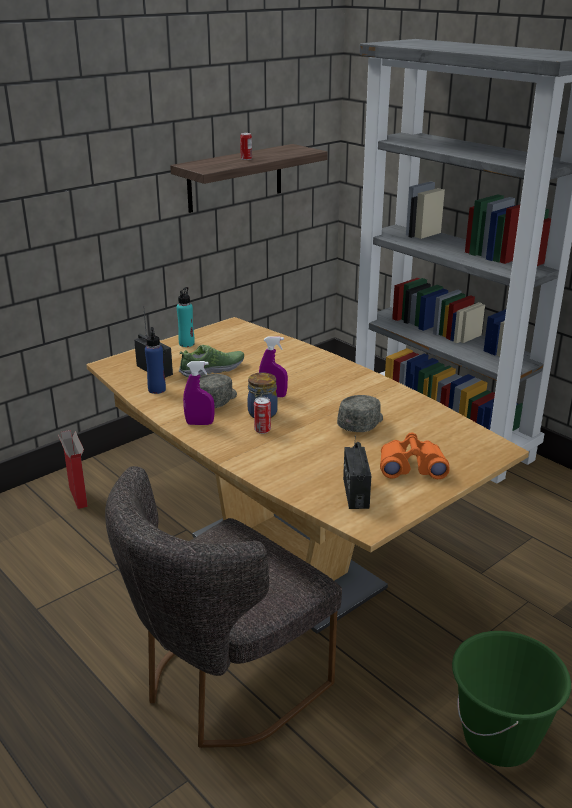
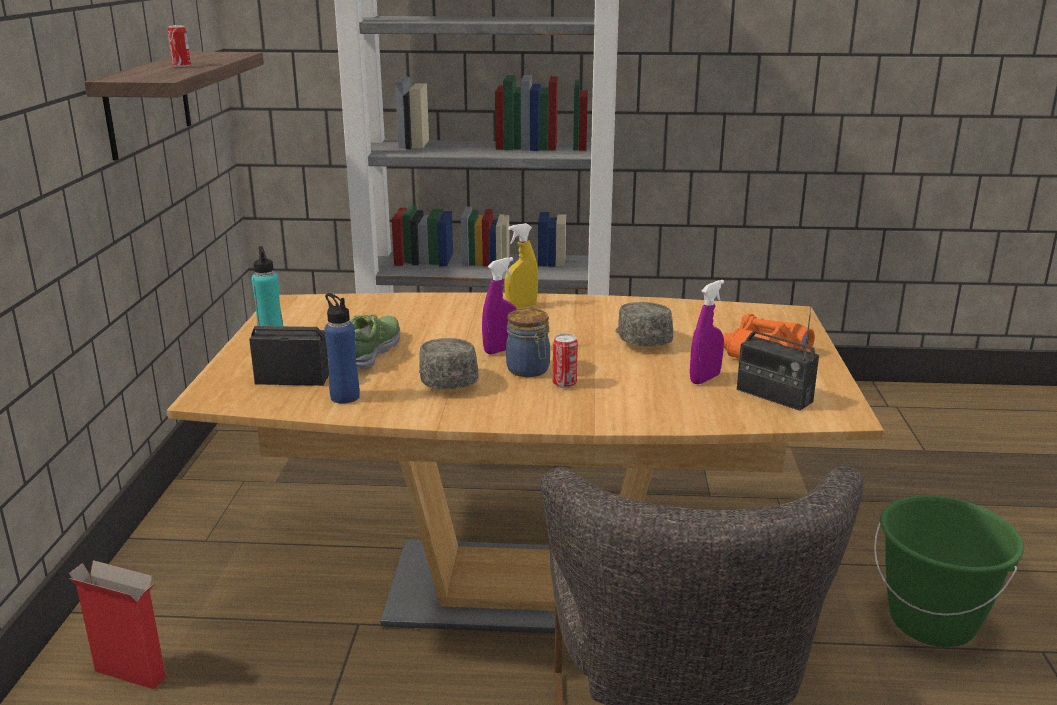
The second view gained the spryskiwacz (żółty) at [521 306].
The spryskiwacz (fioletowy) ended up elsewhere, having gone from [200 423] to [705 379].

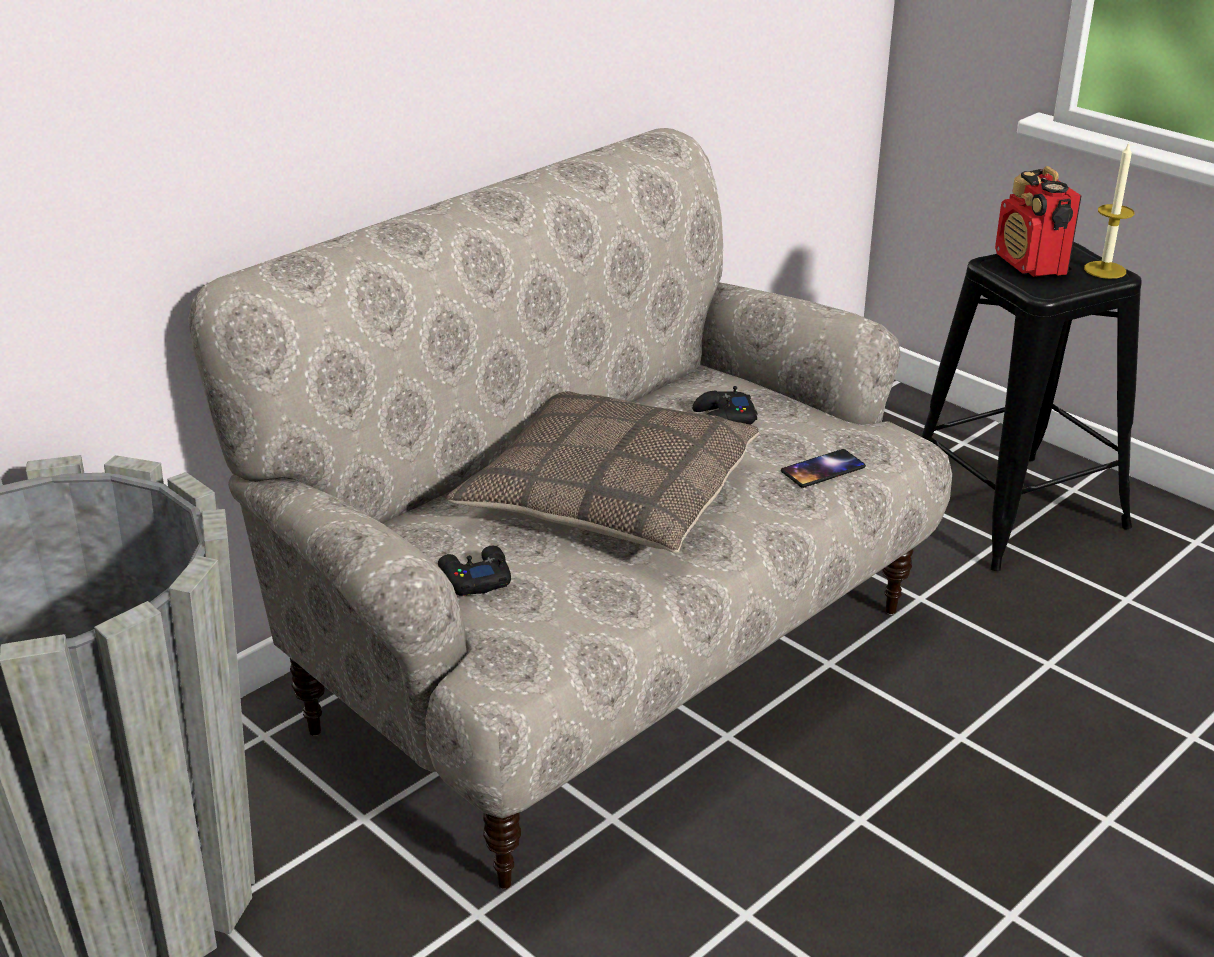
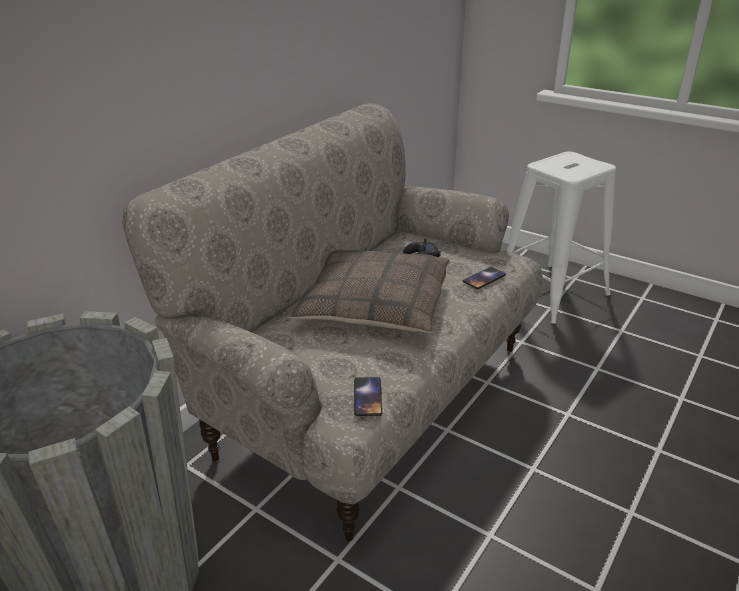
The second view lost the pad do gier (czarny) at [474 578].
The second view lost the radio at [1031 264].
The second view lost the świeca at [1105 270].
The second view gained the telefon at [368 396].
What was the stołek (czarny) at [1015 511] turned into the stołek (biały) at [551 292].

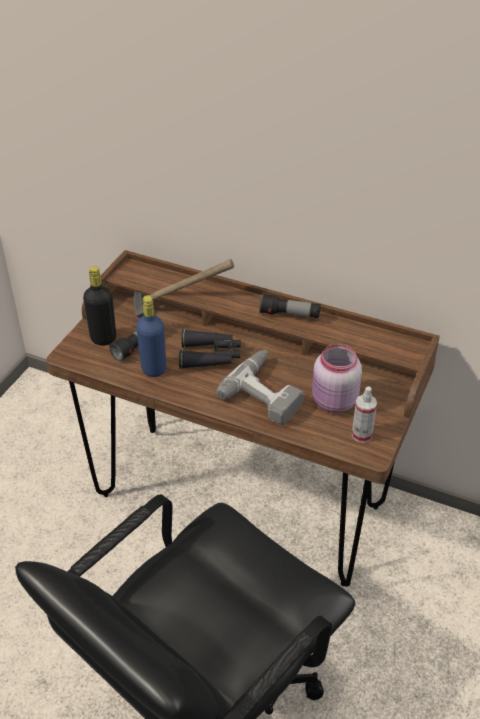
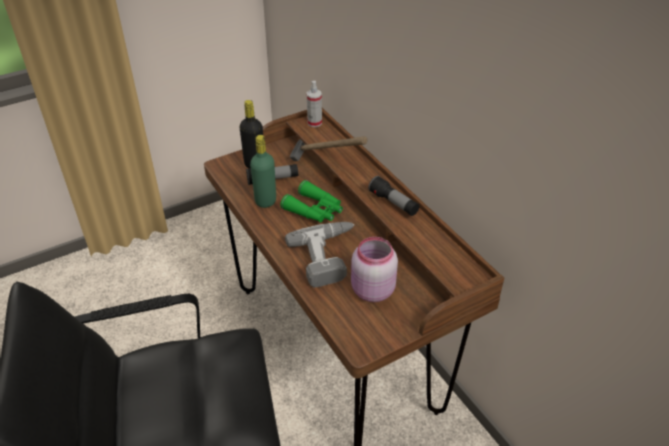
The spryskiwacz ended up elsewhere, having gone from [361 435] to [314 123].
What was the butelka (niebieski) at [153 369] turned into the butelka (zielony) at [265 201].
What was the lornetka (czarny) at [210 356] turned into the lornetka (zielony) at [315 210].

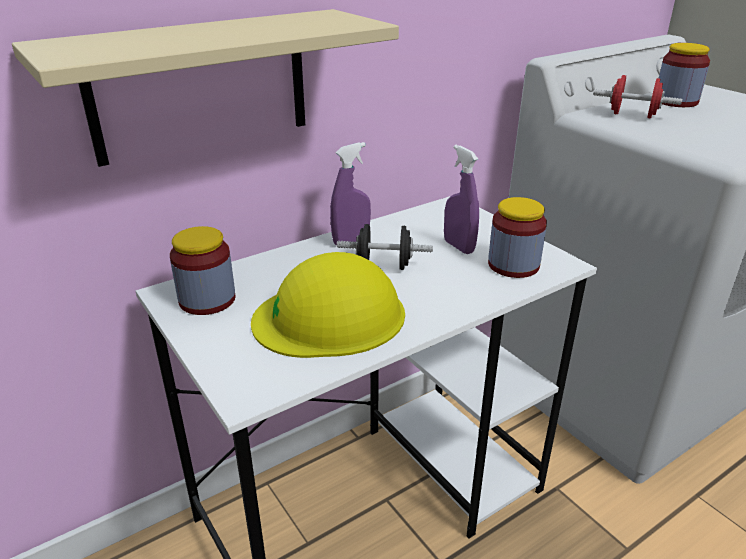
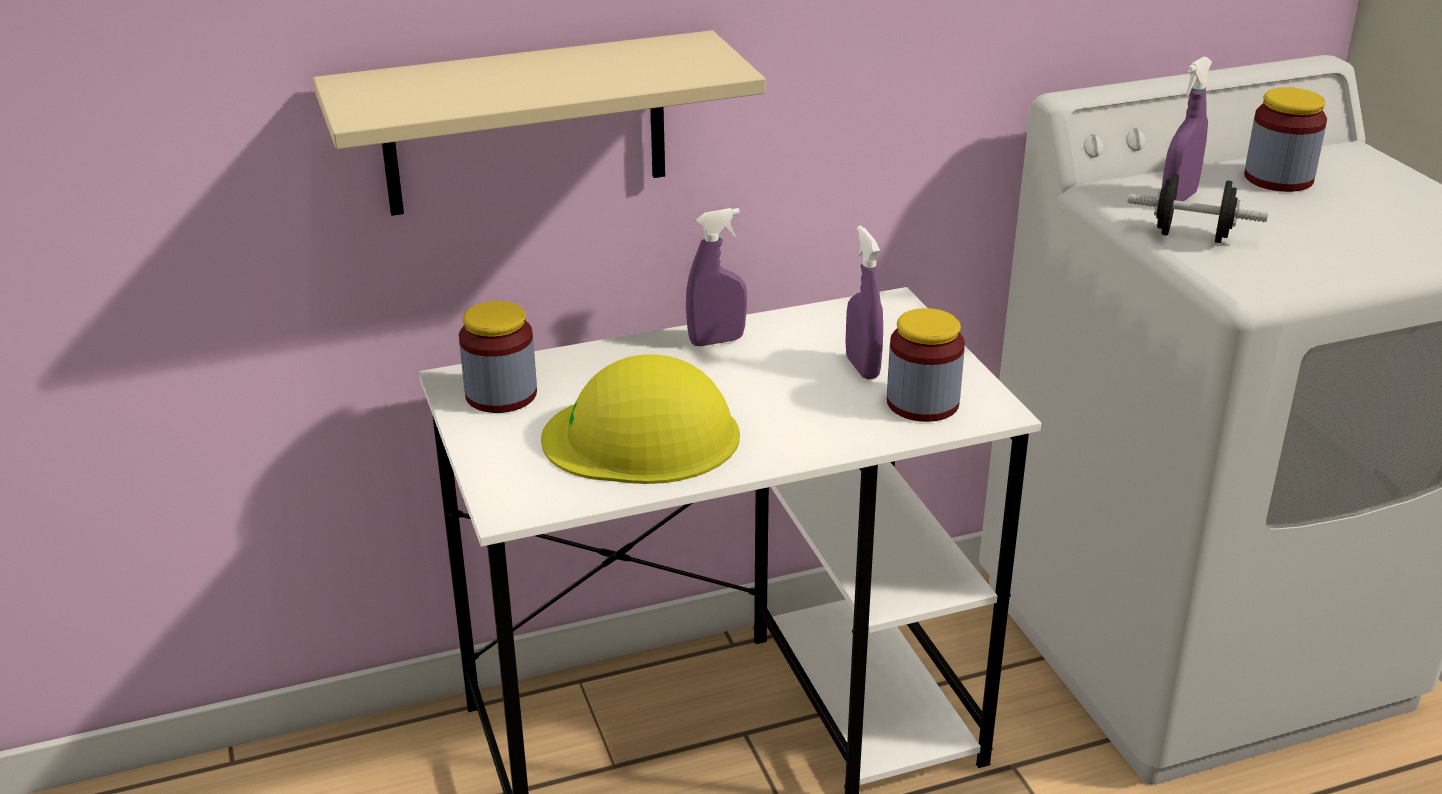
The hantel (czarny) ended up elsewhere, having gone from [384 266] to [1191 236].
Where the hantel (czerwony) stood at [632 115], the spryskiwacz (fioletowy) came to stand at [1178 199].

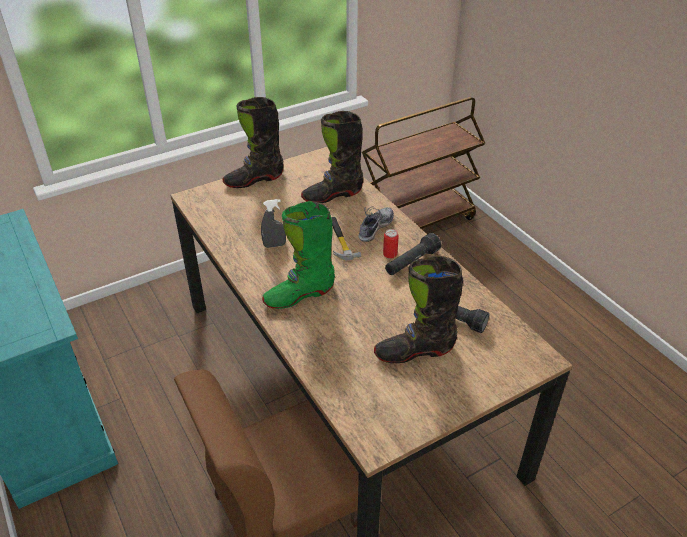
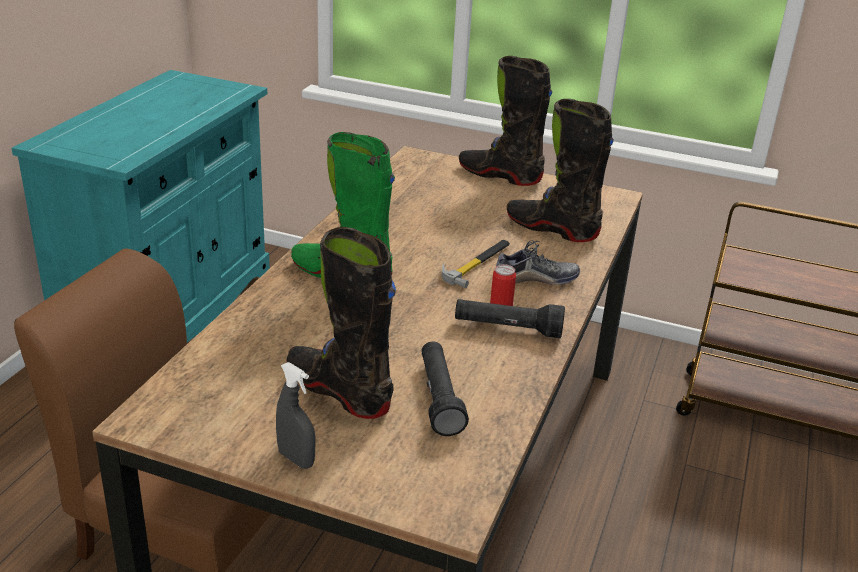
The spryskiwacz (szary) ended up elsewhere, having gone from [274 245] to [296 459].

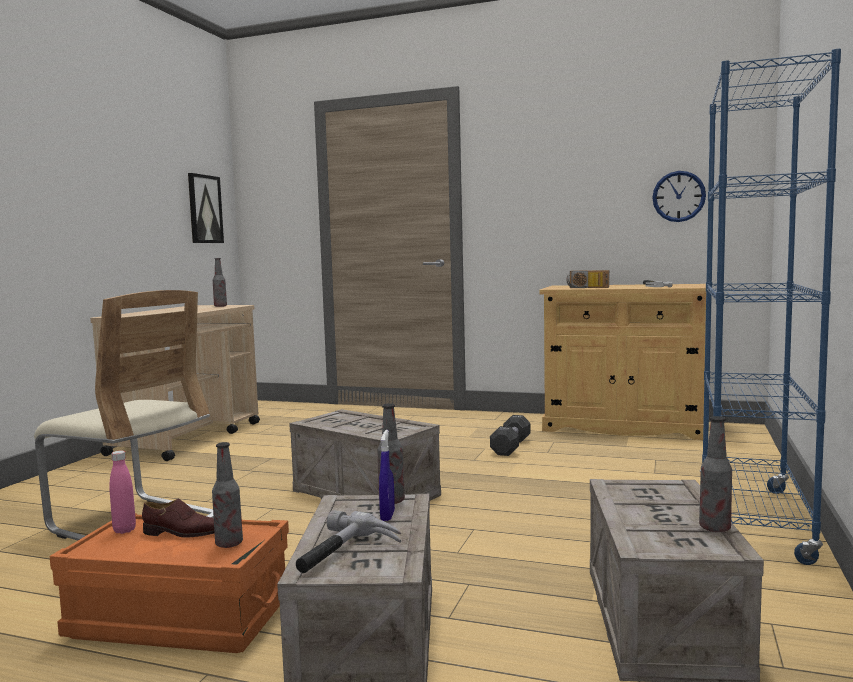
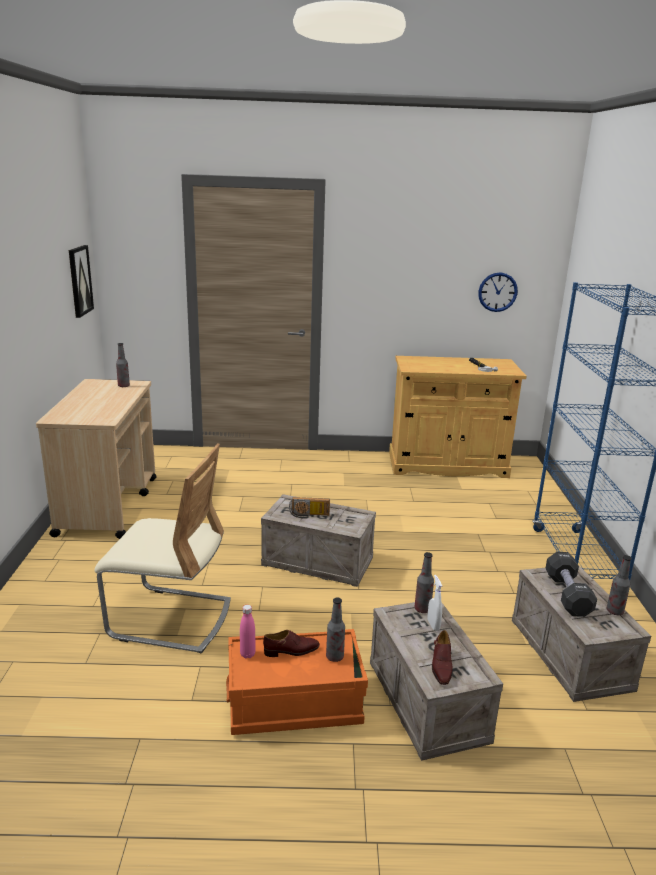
The hantel (czarny) ended up elsewhere, having gone from [511 447] to [567 595].
The radio ended up elsewhere, having gone from [587 288] to [309 515].
Where the młotek stood at [345 553], the but (brązowy) came to stand at [441 666].
What was the spryskiwacz (niebieski) at [387 516] turned into the spryskiwacz (biały) at [433 625].

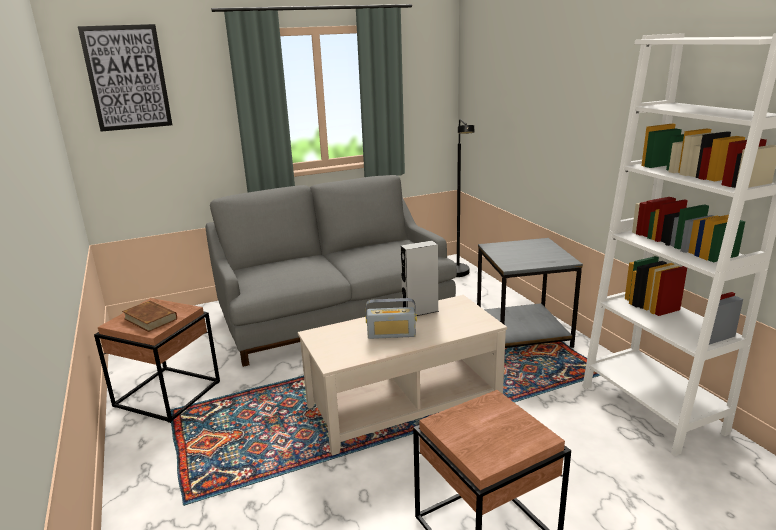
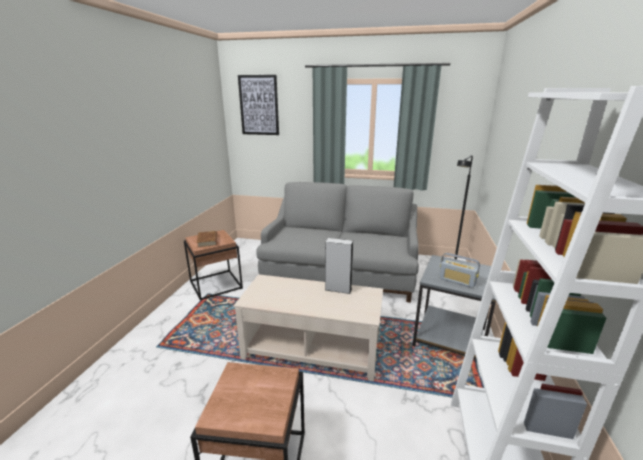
The radio ended up elsewhere, having gone from [391 334] to [457 281].

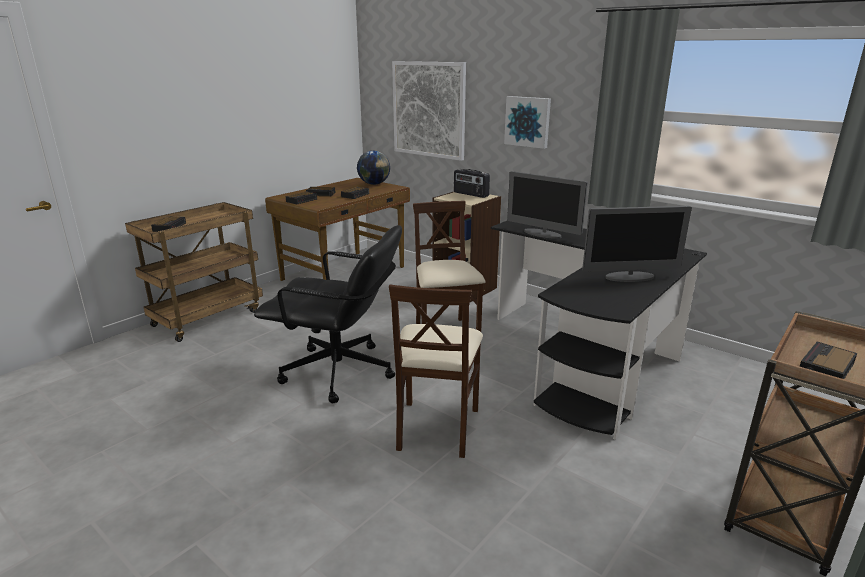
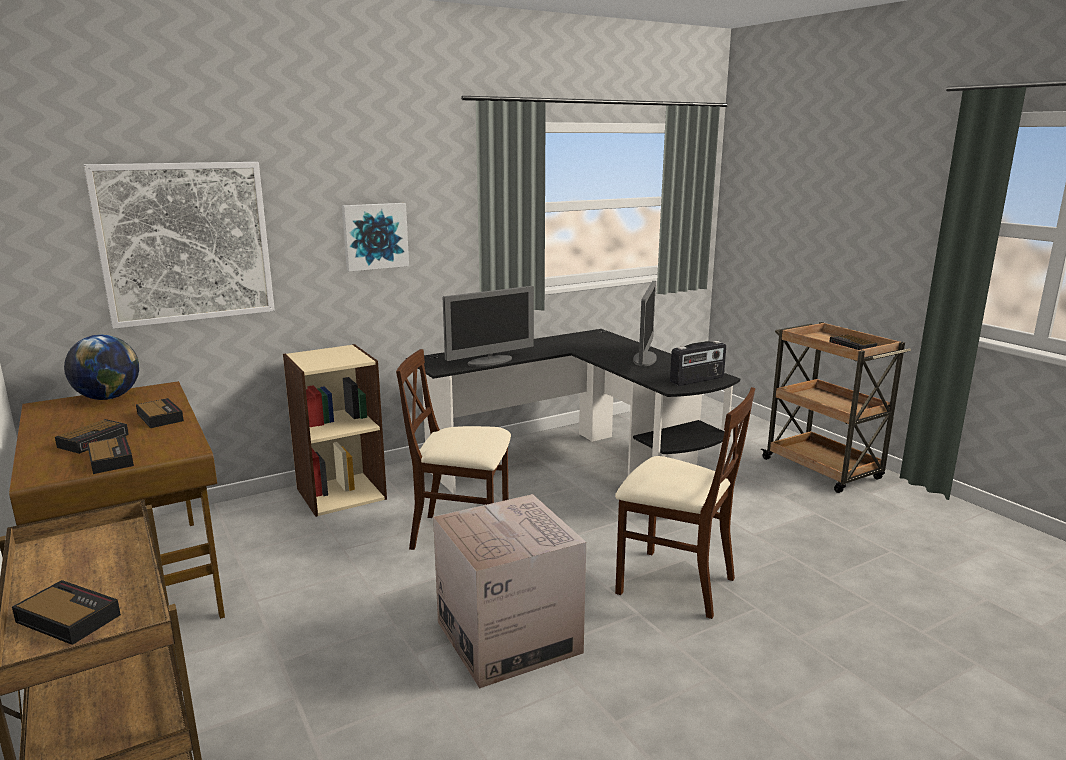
The radio ended up elsewhere, having gone from [470 194] to [697 380].
Where the krzesło biurowe (czarny) stood at [339 372], the karton came to stand at [508 637].

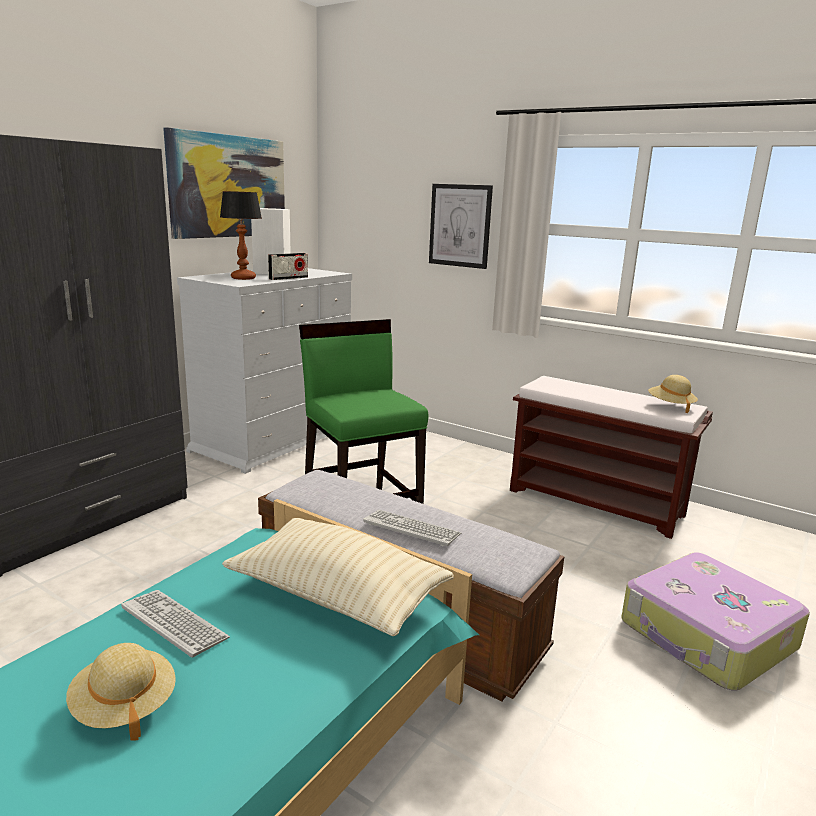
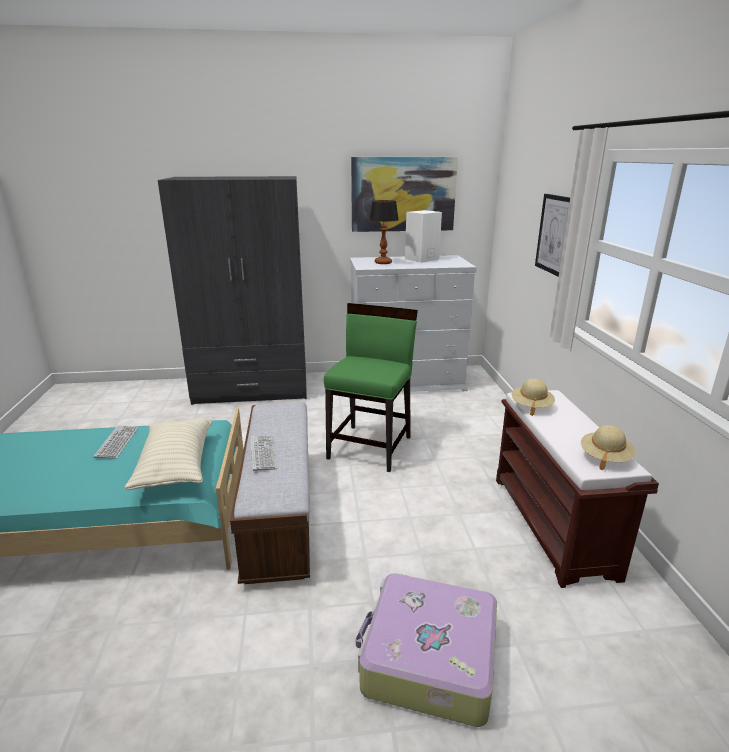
The second view lost the radio at [288 278].
The kapelusz (beżowy) ended up elsewhere, having gone from [124 706] to [531 406].

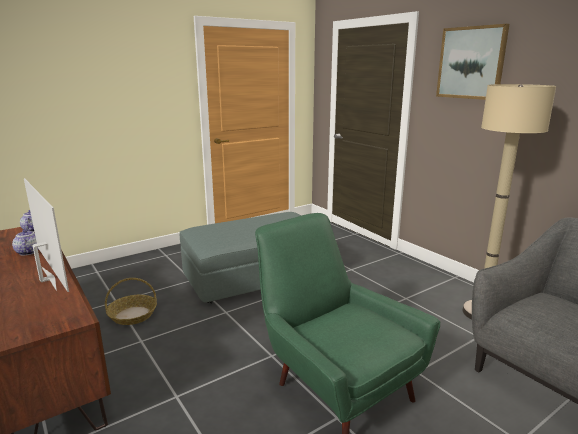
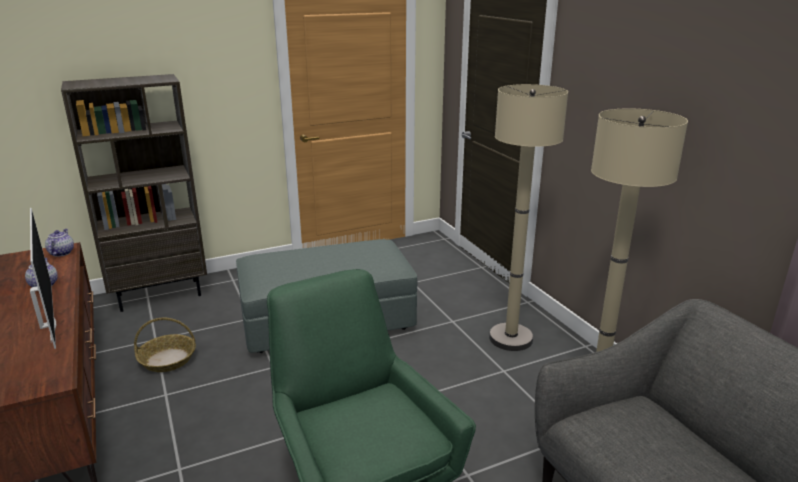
The second view lost the obraz at [471 63].
The second view gained the regał (brązowy) at [160 294].
The second view gained the lampa stojąca (beżowy) at [510 338].

